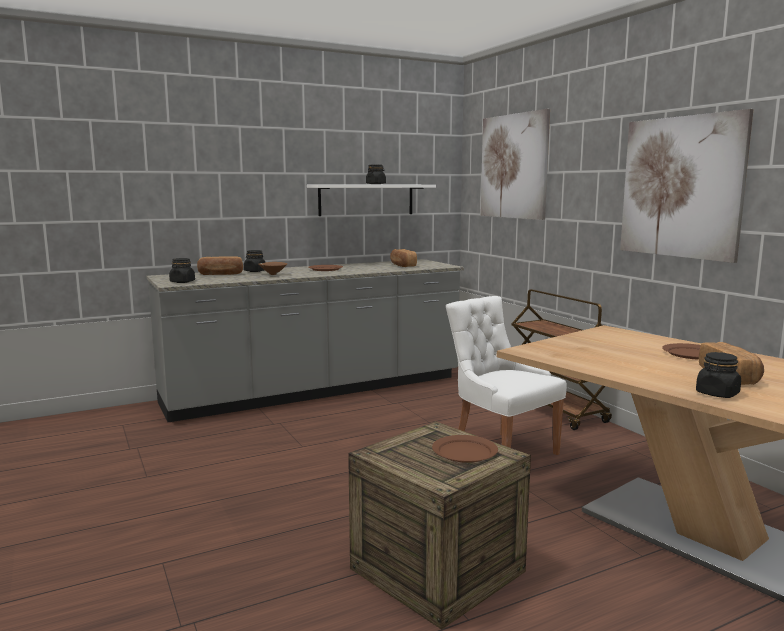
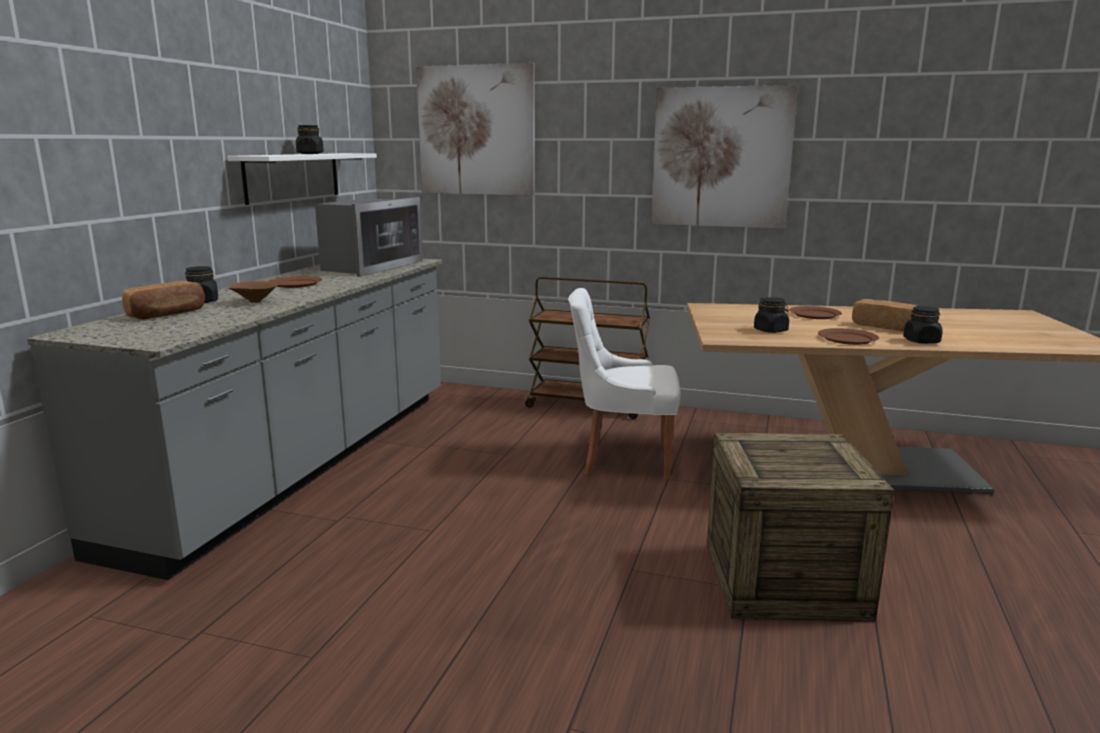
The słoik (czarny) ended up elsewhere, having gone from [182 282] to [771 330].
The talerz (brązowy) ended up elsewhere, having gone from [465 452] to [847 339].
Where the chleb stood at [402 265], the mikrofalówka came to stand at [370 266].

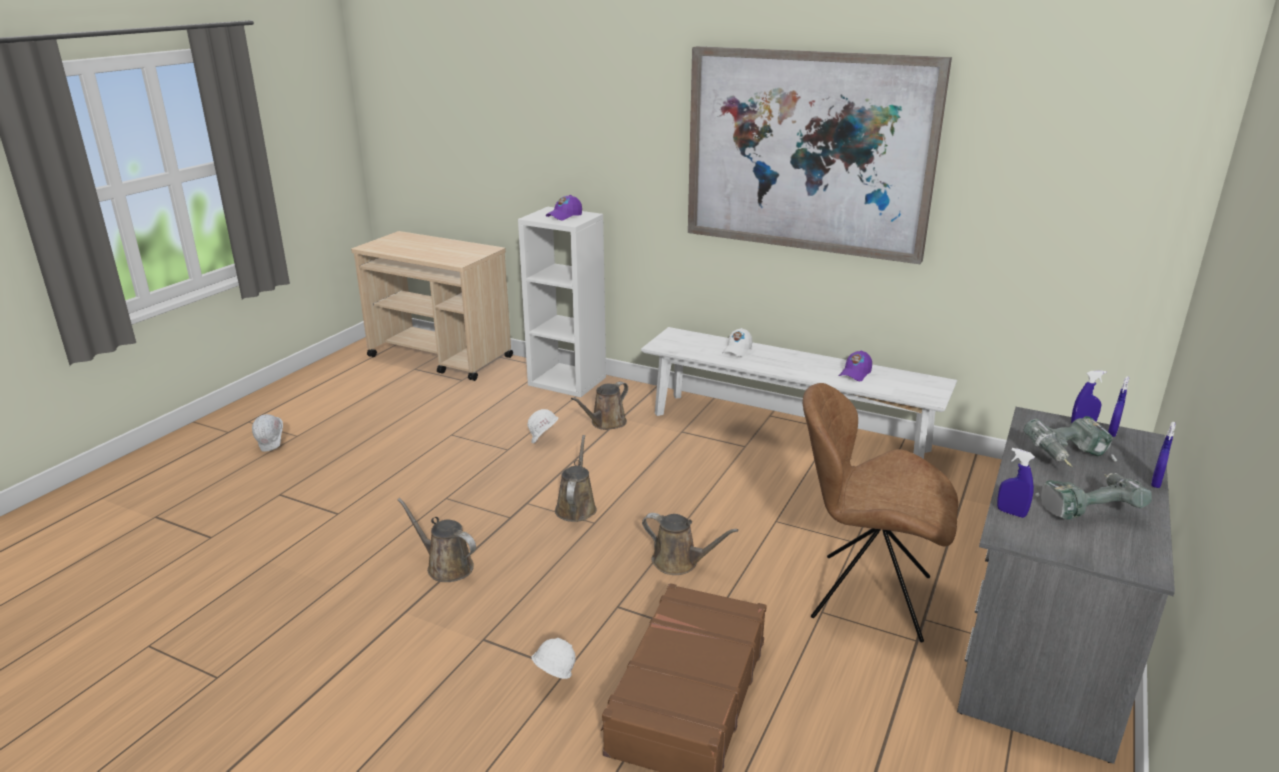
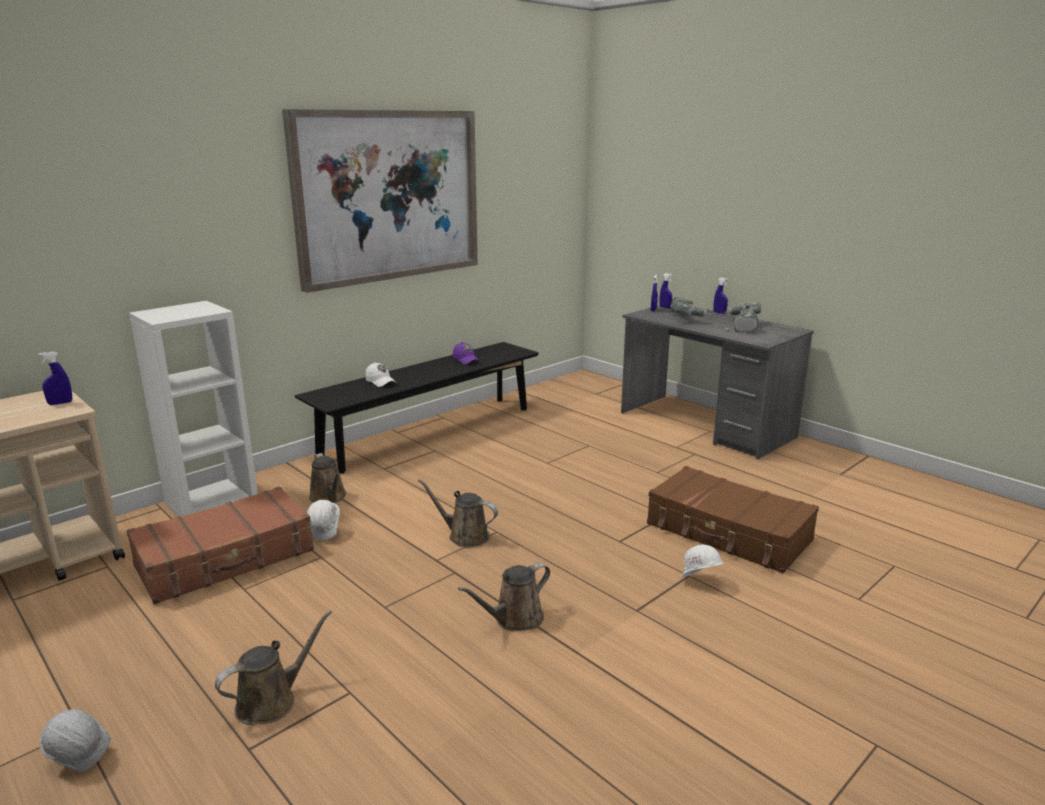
The second view lost the czapka z daszkiem (fioletowy) at [564 216].
The second view lost the krzesło (brązowy) at [866 595].
The second view gained the walizka (brązowy) at [226 559].
The konewka (brązowy) ended up elsewhere, having gone from [679 562] to [271 701].
The spryskiwacz (niebieski) ended up elsewhere, having gone from [1011 513] to [60 403].
What was the ławka (biały) at [787 431] turned into the ławka (czarny) at [429 432].

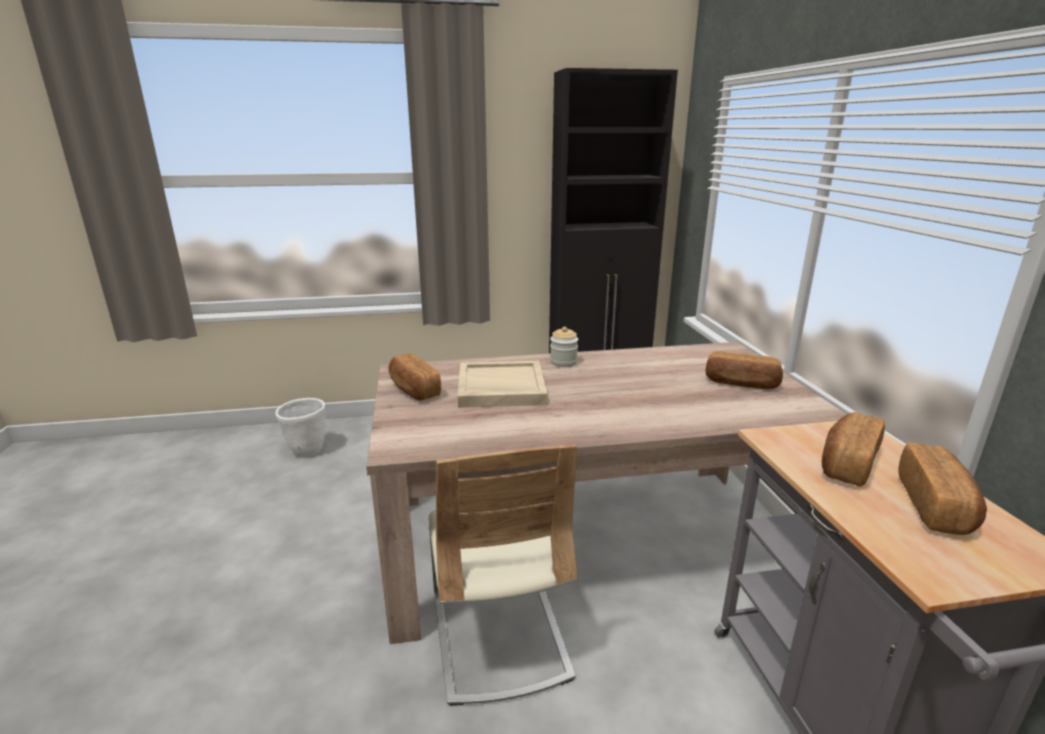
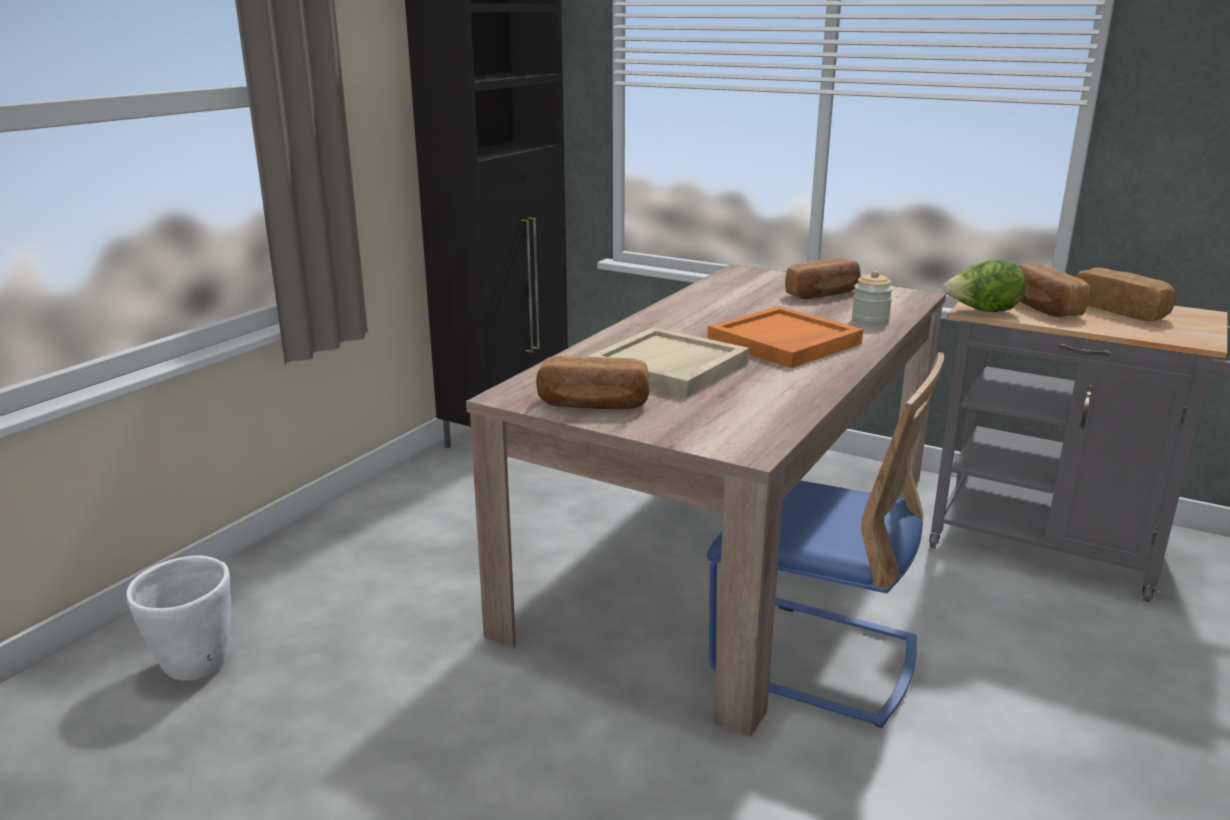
The second view gained the taca (pomarańczowy) at [784 342].
The second view gained the sałata at [981 312].
The słoik ended up elsewhere, having gone from [563 362] to [870 320].
What was the krzesło (beżowy) at [499 636] turned into the krzesło (niebieski) at [814 658].

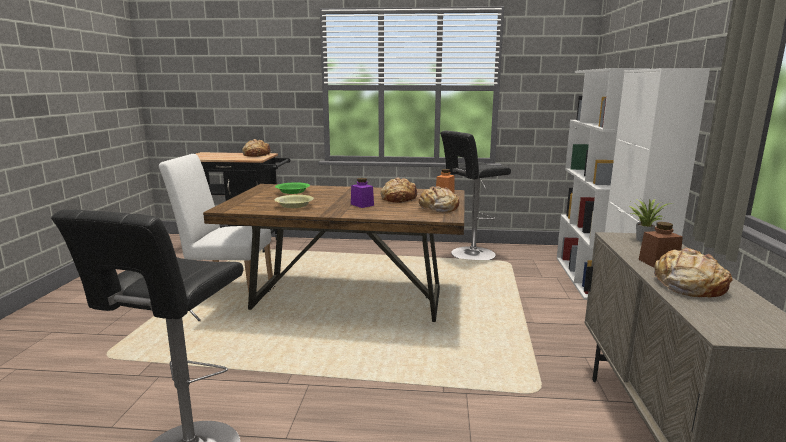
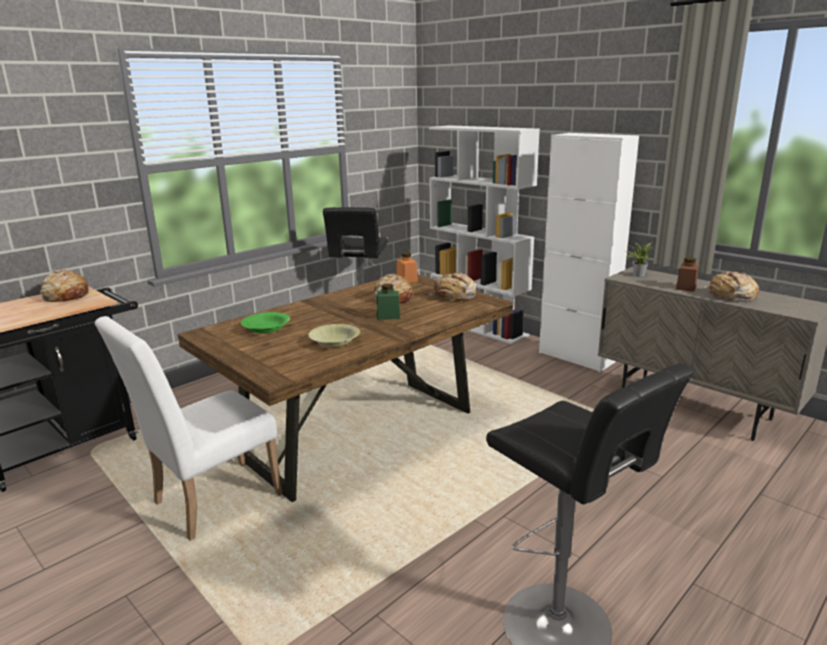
What was the słoik (fioletowy) at [362 205] turned into the słoik (zielony) at [388 316].

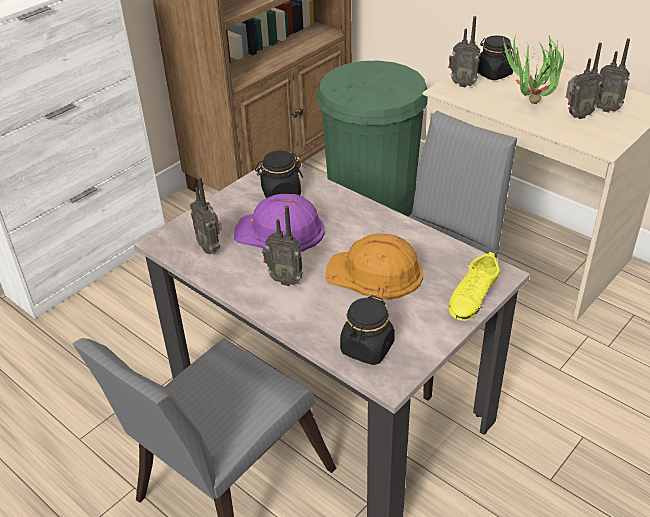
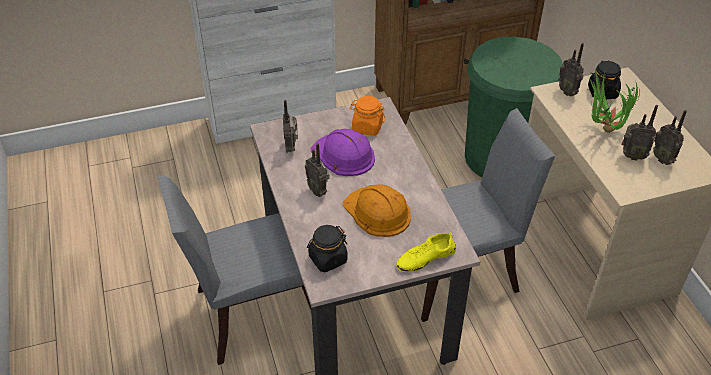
What was the słoik (czarny) at [280 193] turned into the słoik (pomarańczowy) at [367 127].

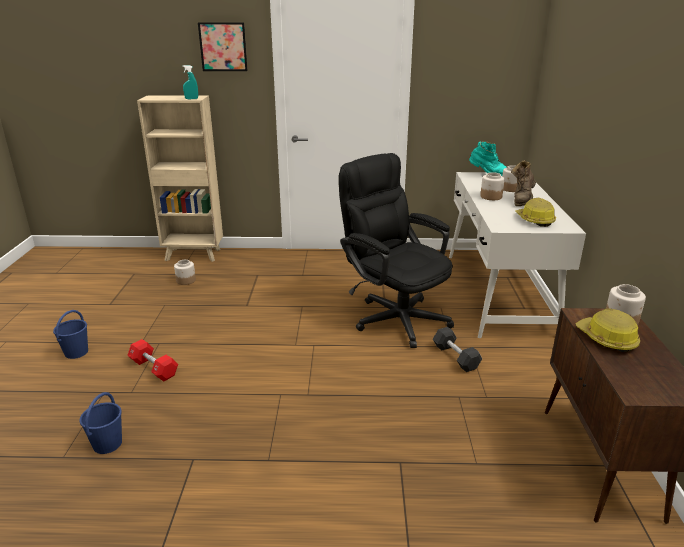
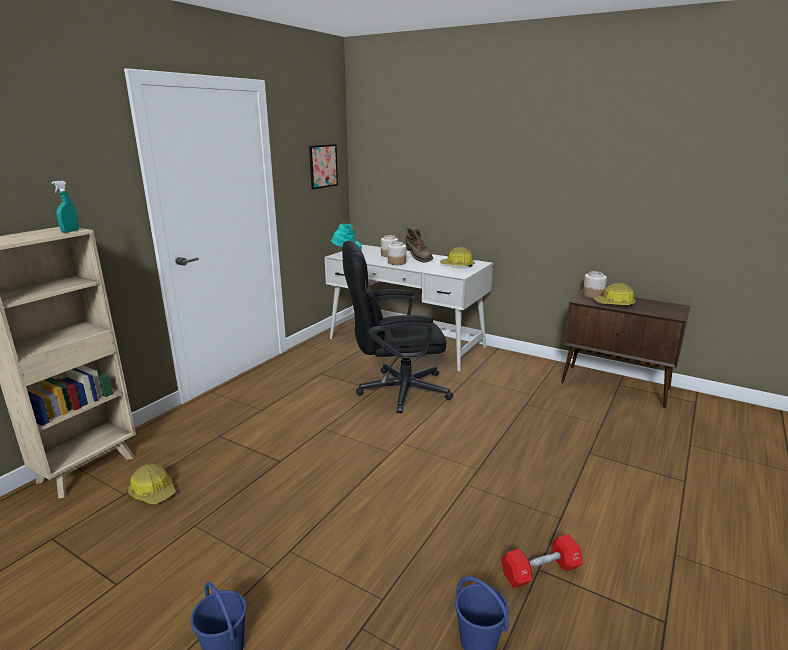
The second view lost the hantel (czarny) at [455 357].
The hantel (czerwony) ended up elsewhere, having gone from [154 368] to [540 571].
The obraz ended up elsewhere, having gone from [223 47] to [323 166].
Where the słoik stood at [186 280], the kask came to stand at [153 492].

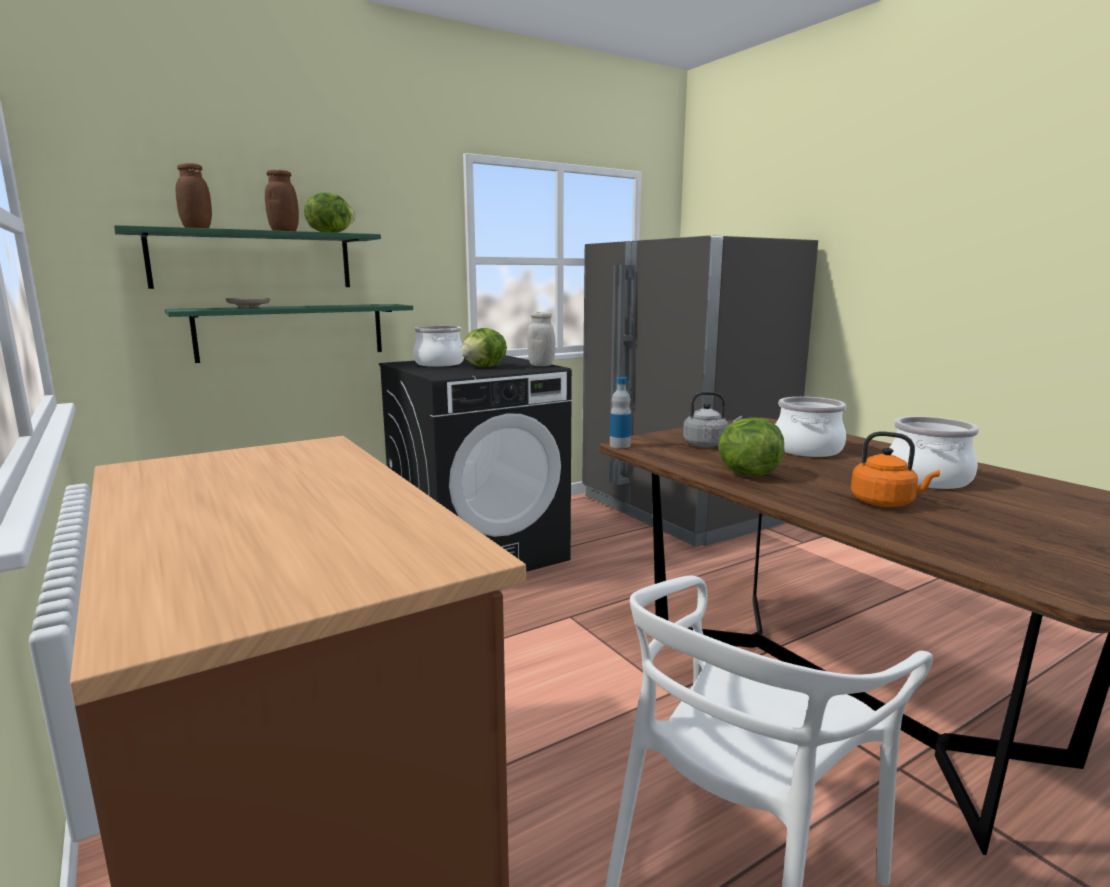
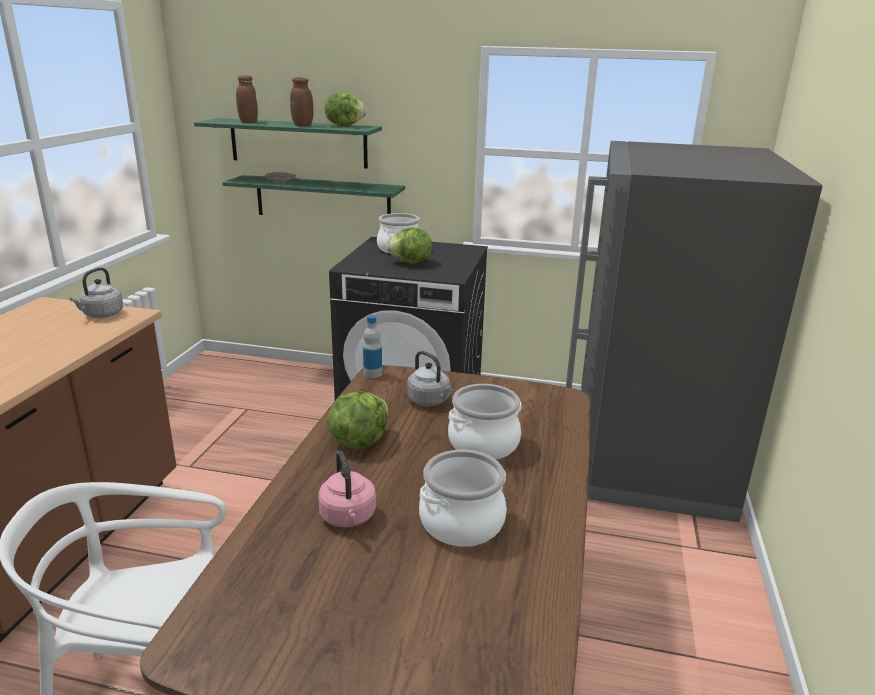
The second view lost the słoik (biały) at [541 365].
The second view gained the czajnik (szary) at [101 315].
What was the czajnik (pomarańczowy) at [885 503] turned into the czajnik (różowy) at [348 518].

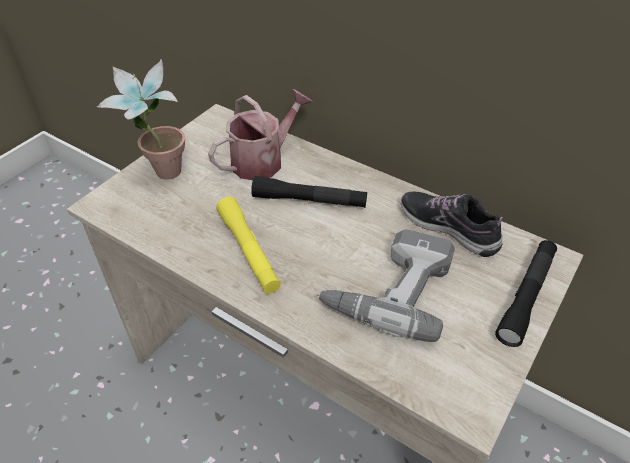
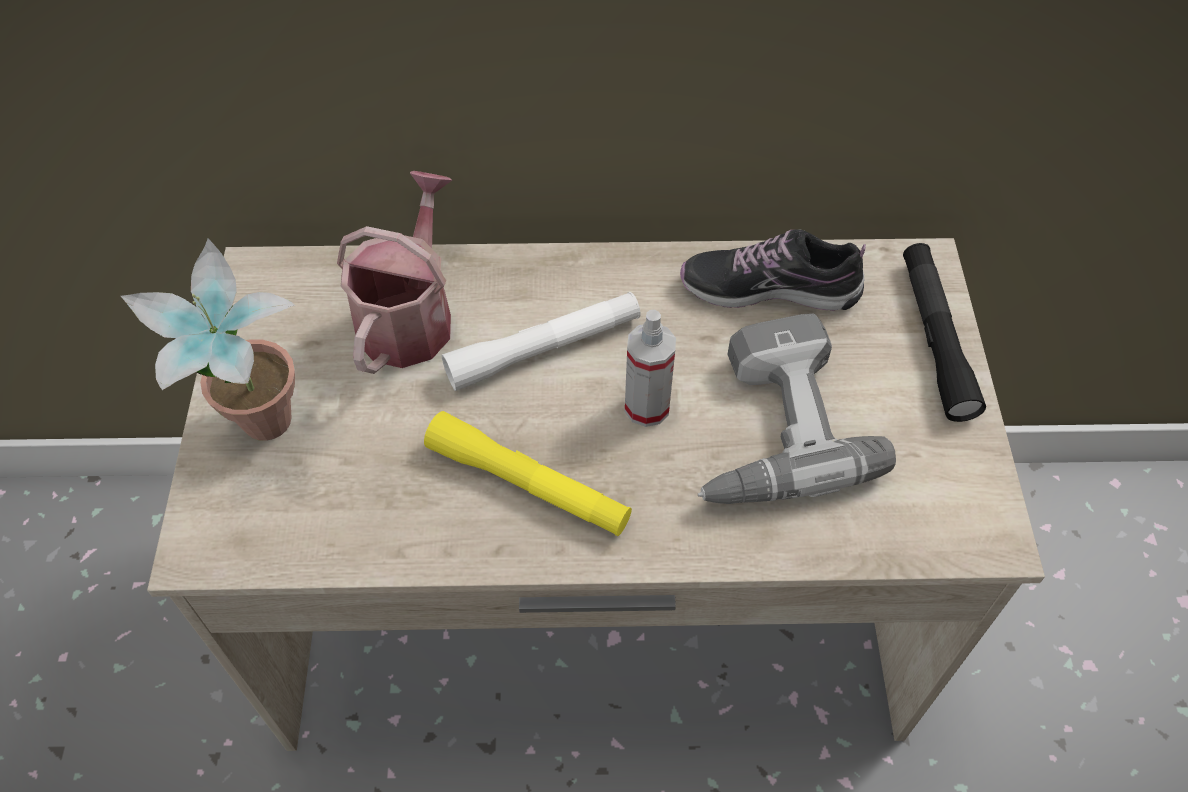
The second view gained the spryskiwacz at [647 407].
What was the latarka (czarny) at [309 200] turned into the latarka (biały) at [544 349].

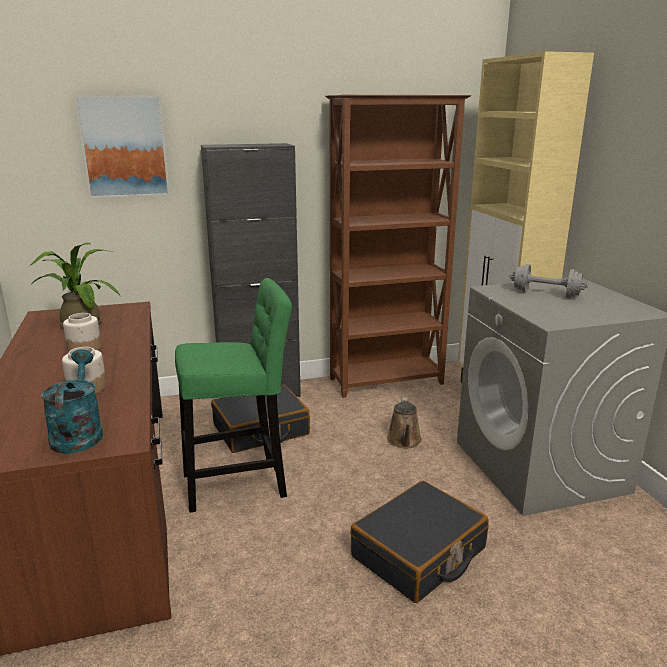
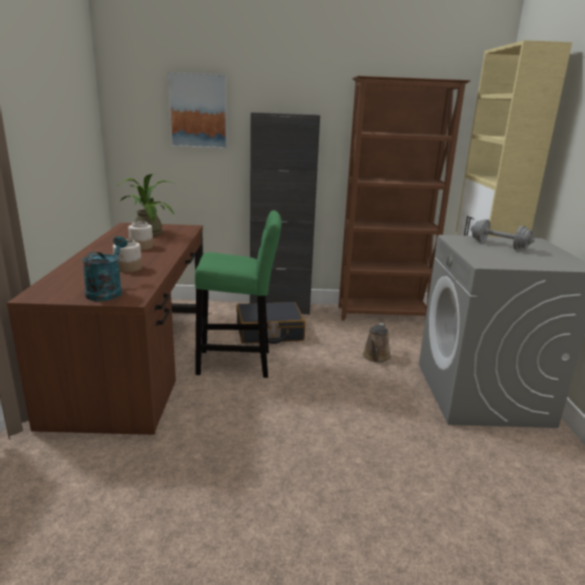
The second view lost the walizka (czarny) at [419 553].

